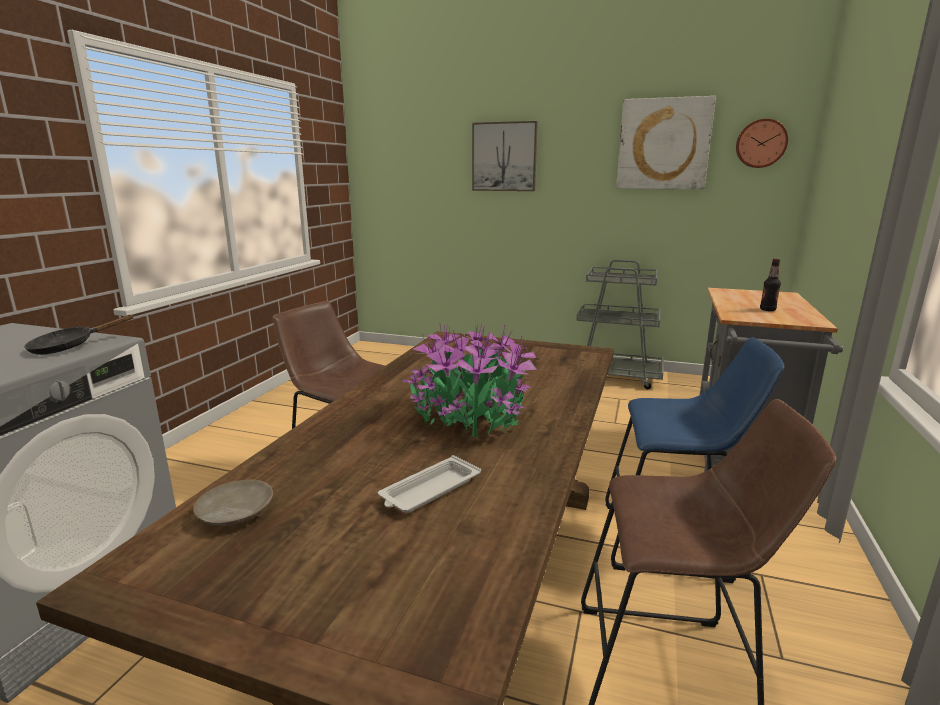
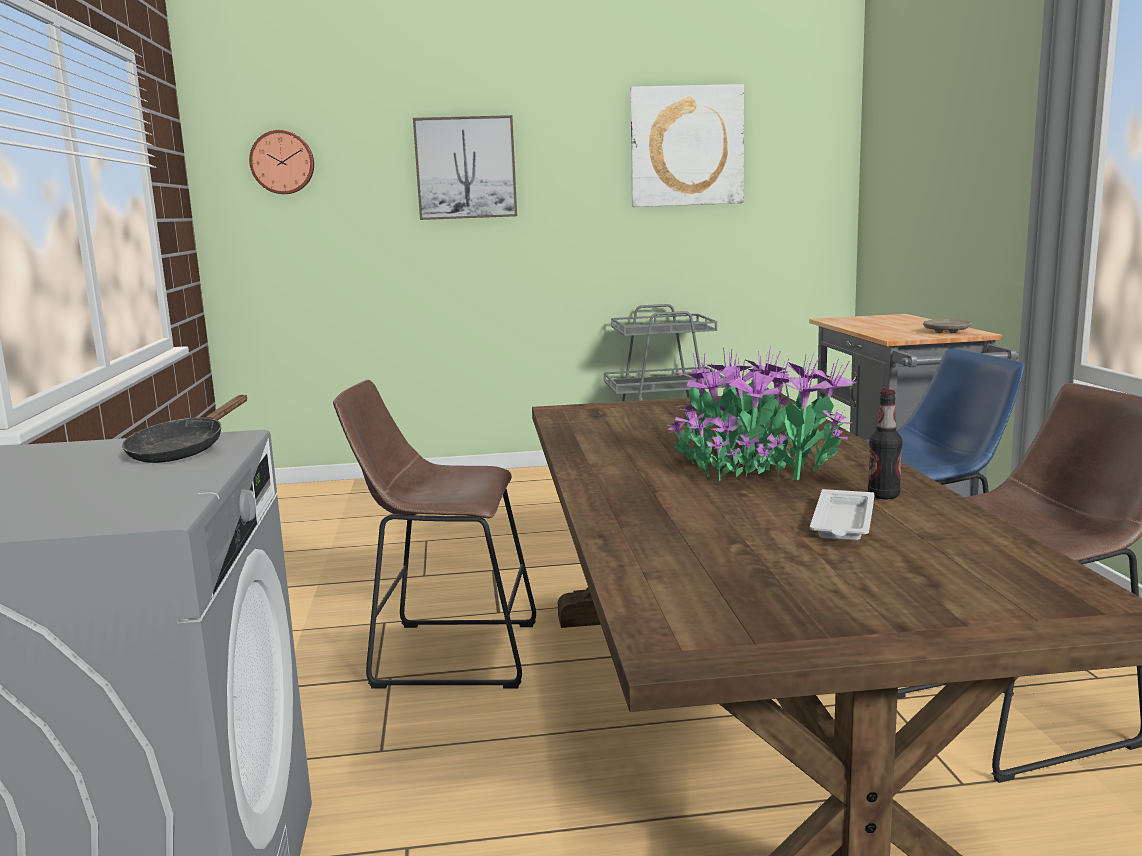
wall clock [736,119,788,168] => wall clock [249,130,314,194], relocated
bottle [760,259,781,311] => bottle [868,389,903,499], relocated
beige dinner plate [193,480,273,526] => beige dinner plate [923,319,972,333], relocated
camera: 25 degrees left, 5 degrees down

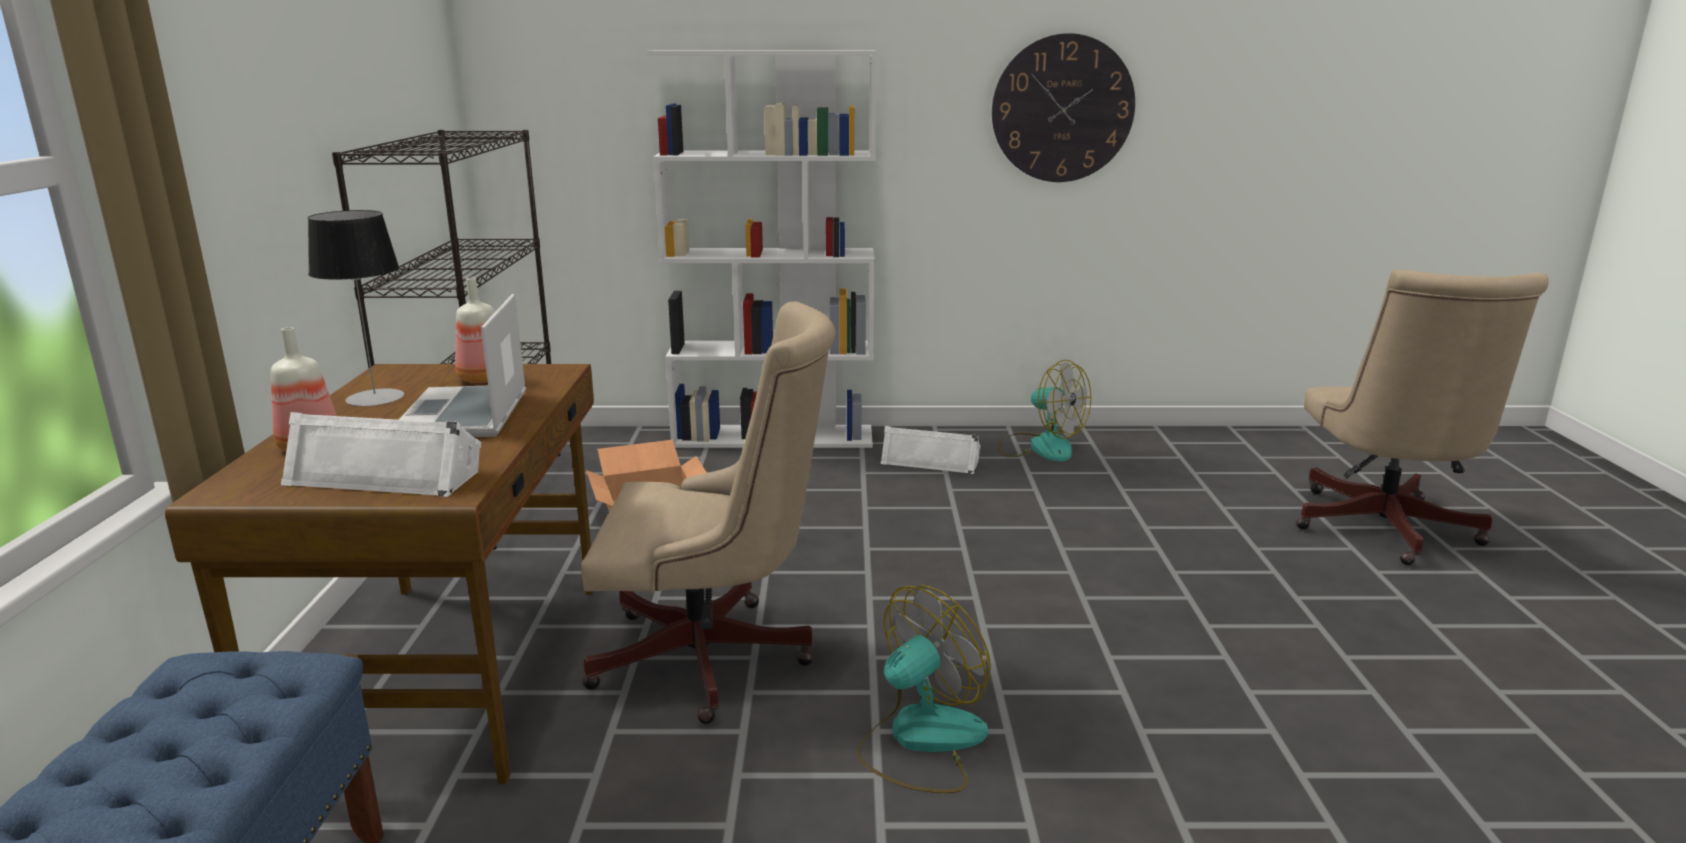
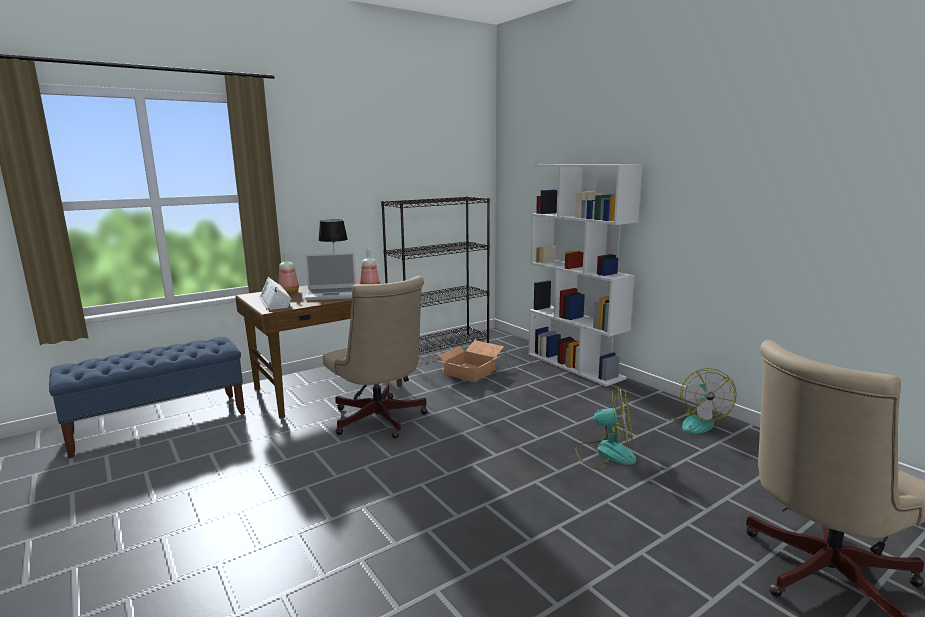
laptop [399,294,526,437] => laptop [305,253,356,301], 150 degrees counterclockwise
cooling fan [857,585,991,793] => cooling fan [576,387,636,470], relocated
white audio speaker [881,426,980,474] => nothing
wall clock [992,33,1135,182] => nothing
camera: 55 degrees right, 5 degrees down

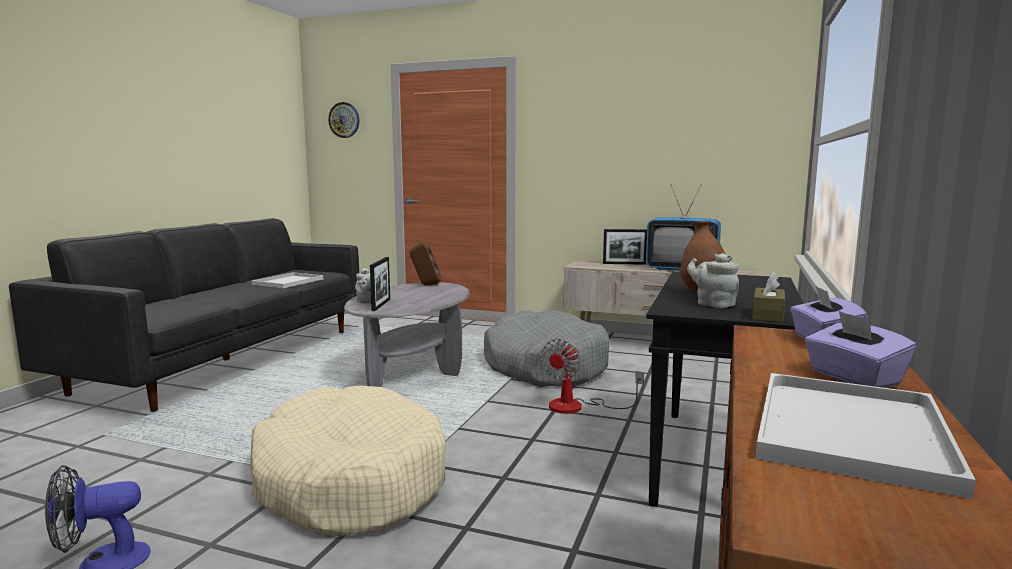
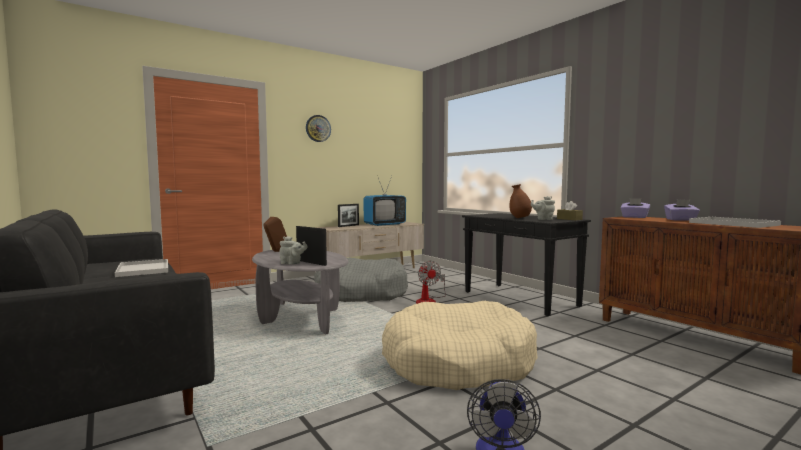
wall clock [328,102,359,138] => wall clock [306,115,331,142], relocated
camera: 55 degrees left, 5 degrees down

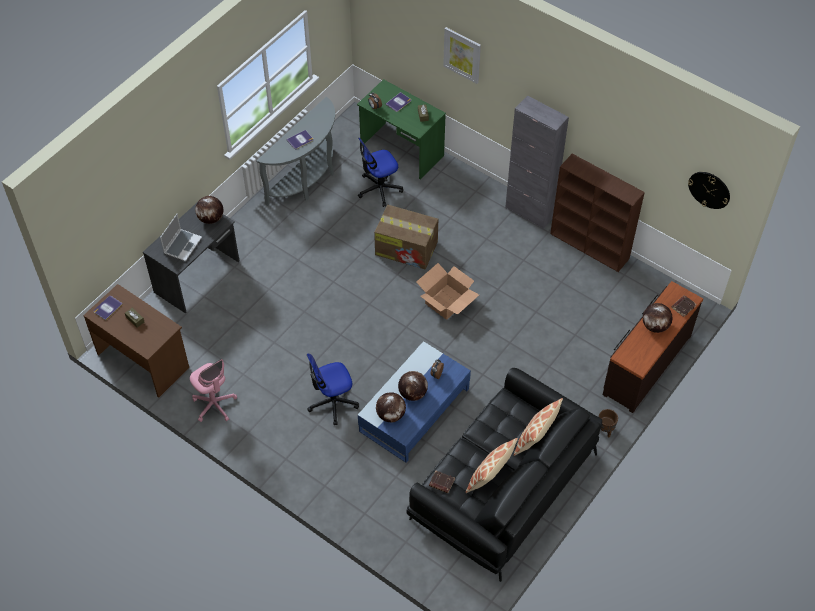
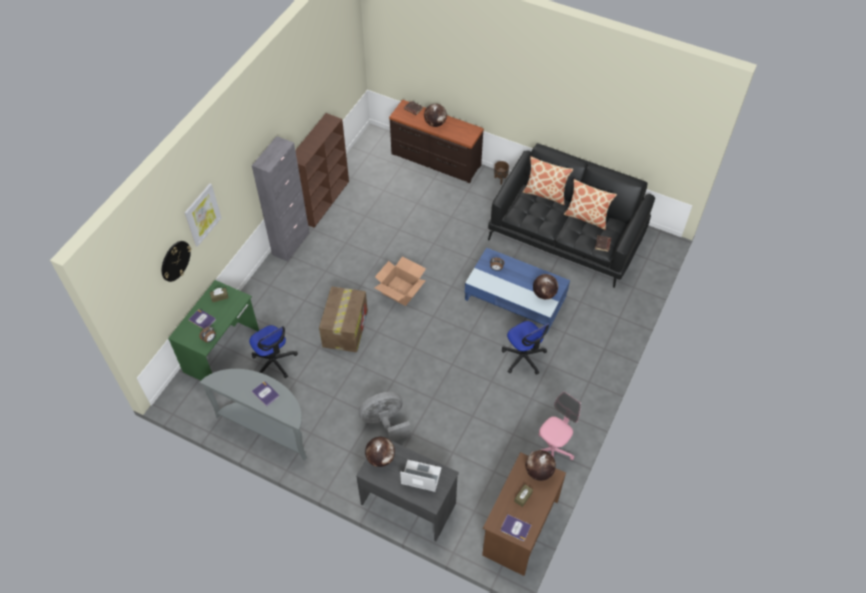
wall clock [688,172,730,209] => wall clock [162,241,191,282], relocated
nothing => grey cooling fan [359,392,411,441]
desk globe [398,371,428,401] => desk globe [526,450,556,481], relocated
camera: 100 degrees left, 0 degrees up

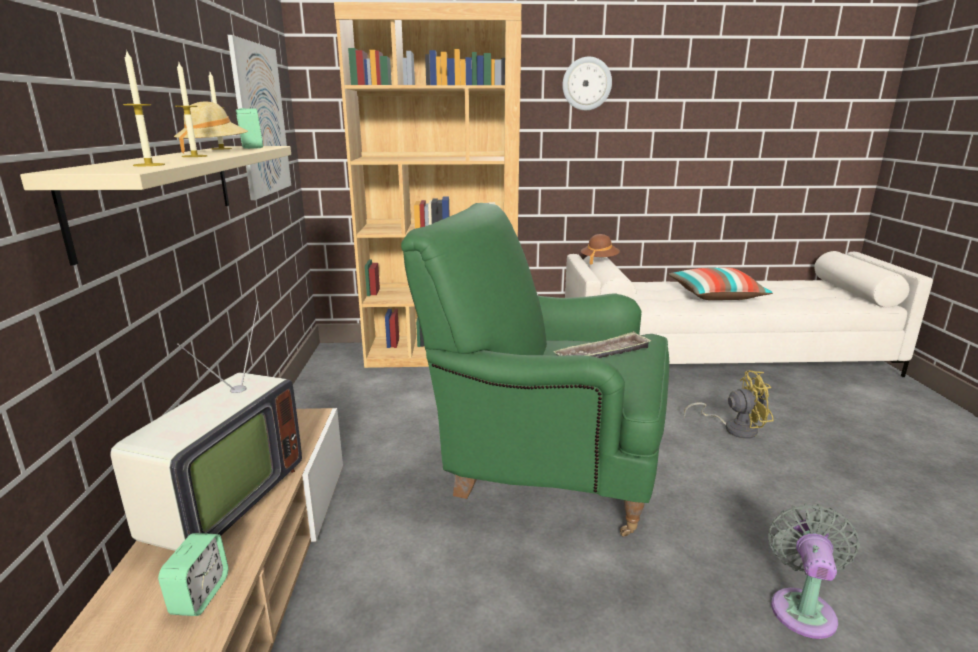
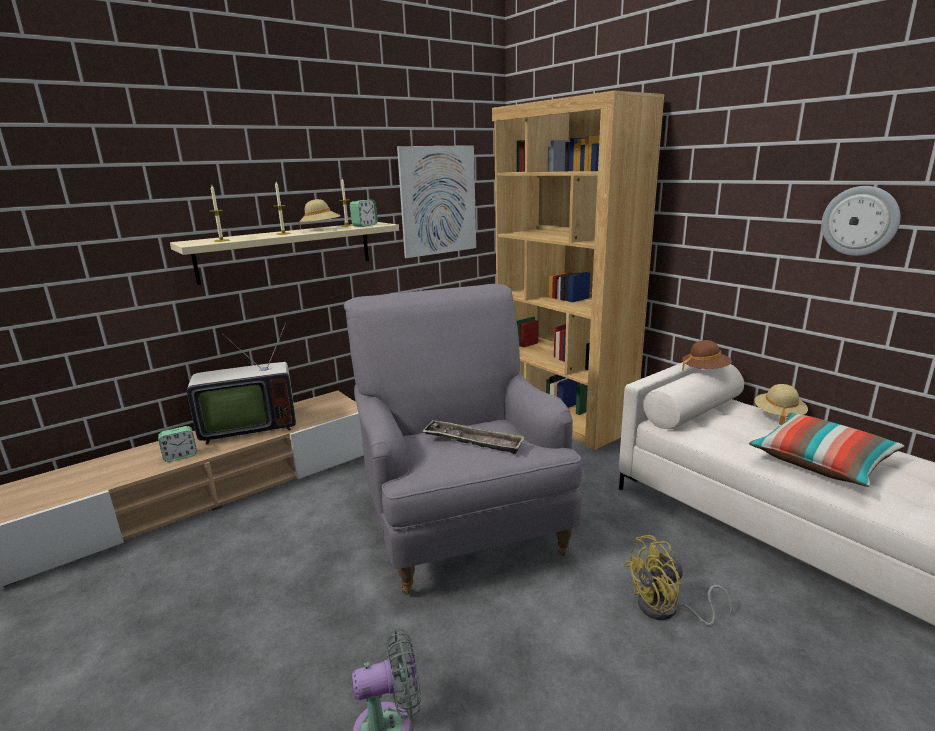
green armchair [401,203,669,537] => grey armchair [344,284,582,594]
yellow cooling fan [684,370,774,439] => yellow cooling fan [623,535,732,626], 105 degrees clockwise
nothing => beige clothing hat [754,384,808,425]
wall clock [563,57,612,111] => wall clock [821,186,901,256], relocated
camera: 55 degrees right, 0 degrees up

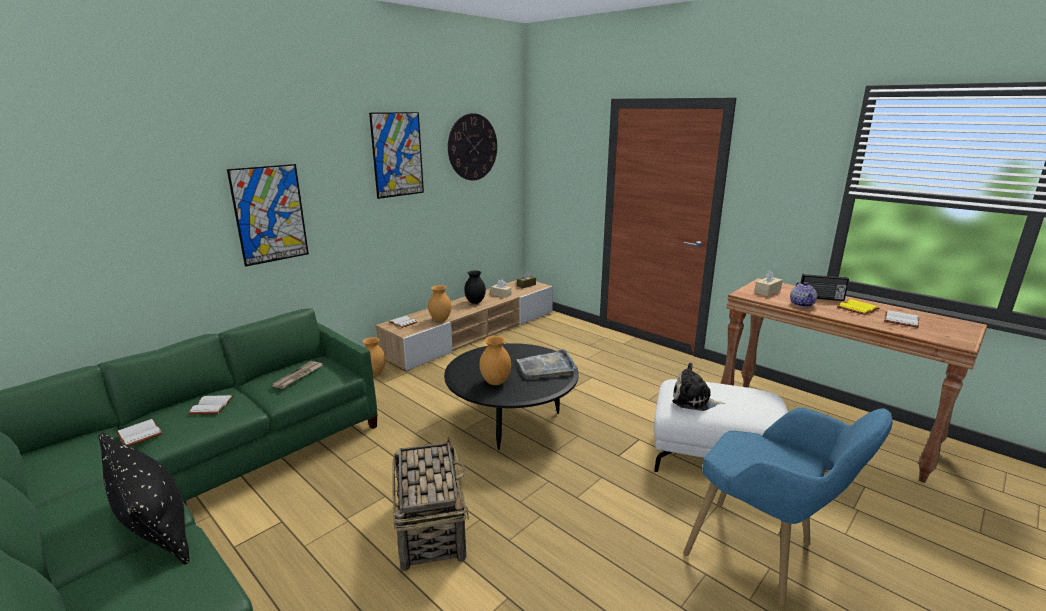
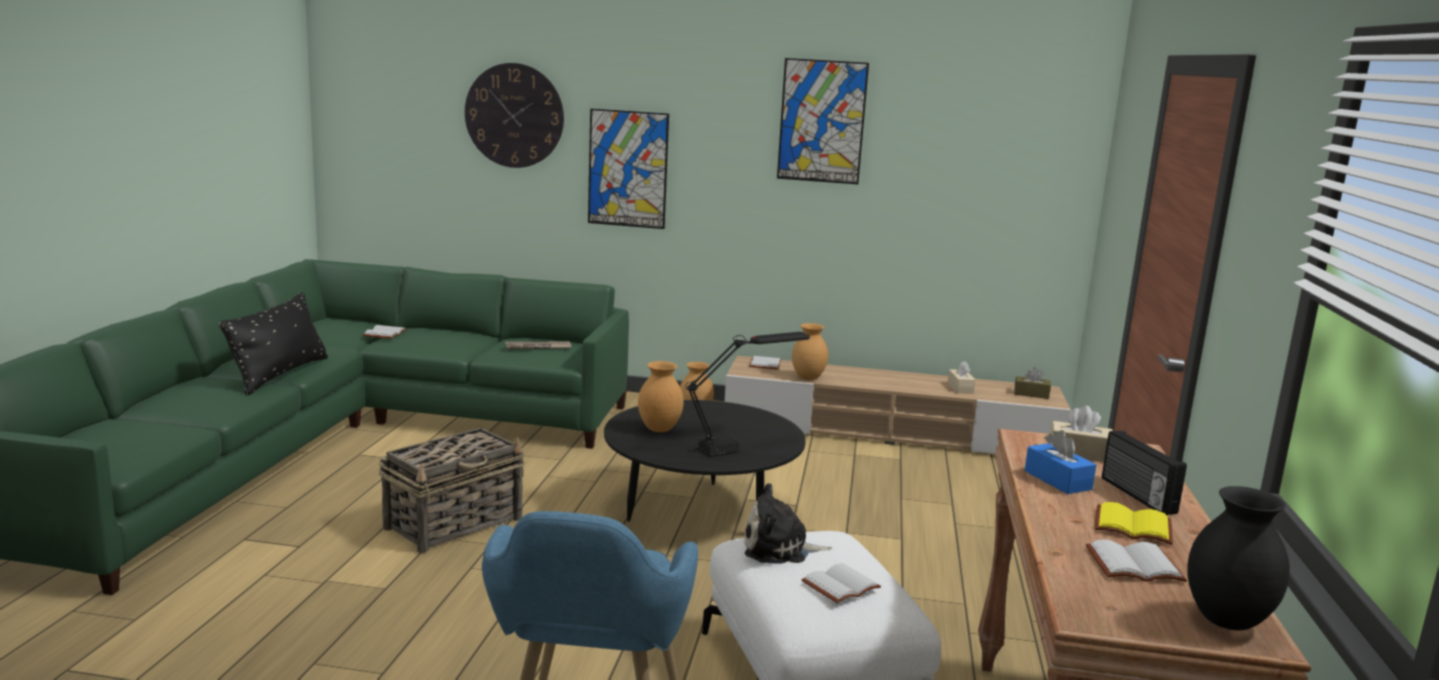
wall clock [448,113,497,180] => wall clock [465,63,564,168], relocated
grey serving tray [516,349,577,378] => blackish lamp for a table [686,332,810,457]
plush toy [672,363,725,411] => plush toy [744,483,833,564], 75 degrees counterclockwise
white volume [188,395,234,414] => white volume [802,563,881,603], relocated
pot for tea [790,282,817,307] => blue tissue holder [1024,430,1096,494]
blackish decorative vase [464,270,486,304] => blackish decorative vase [1187,486,1290,630], relocated
camera: 55 degrees right, 5 degrees down

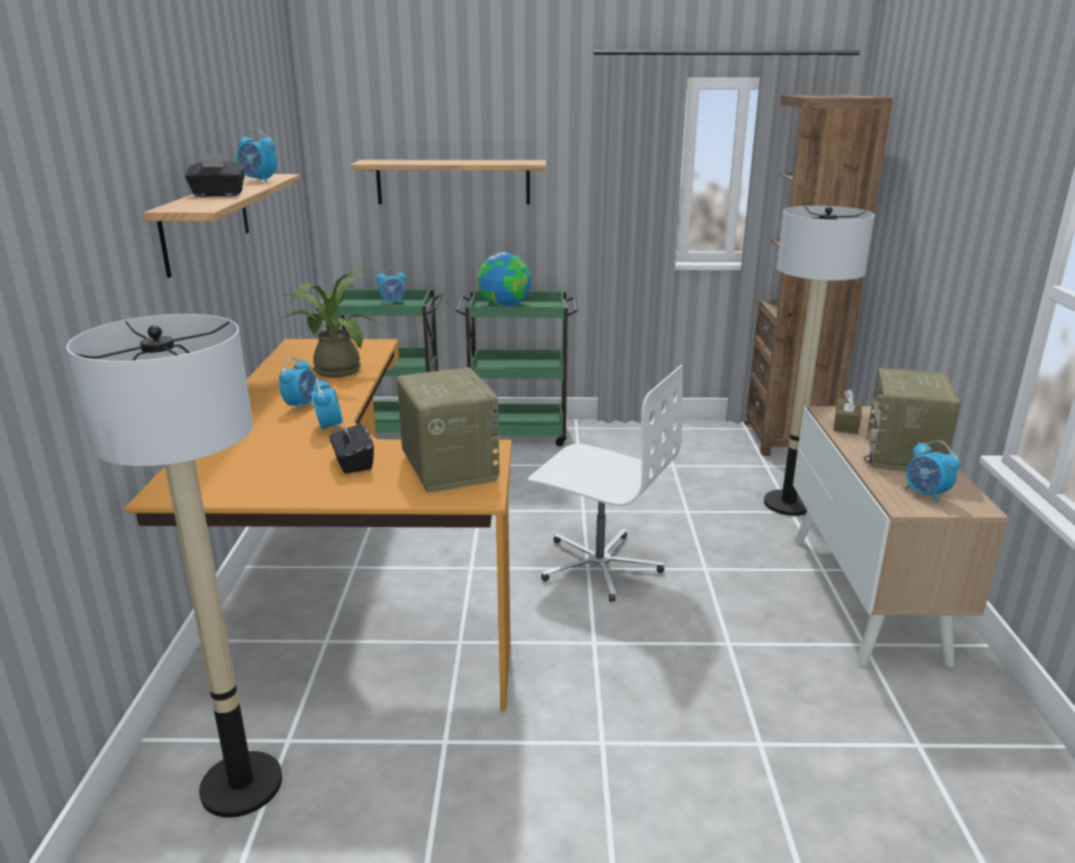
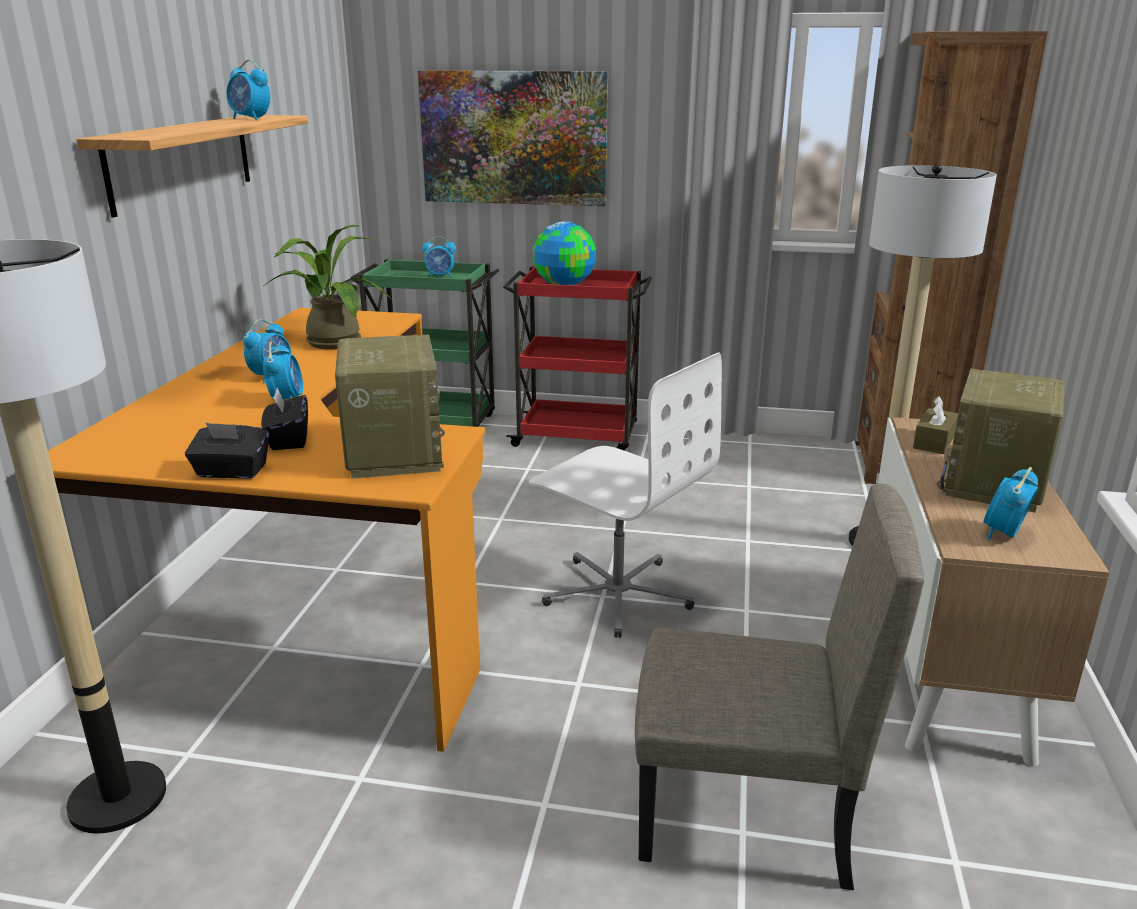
blackish tissue holder [185,153,244,197] => blackish tissue holder [185,423,269,479], relocated
bracket shelf [350,160,546,204] => wall art [418,70,608,206]
green trolley [456,290,578,446] => reddish trolley [503,266,652,451]
nothing => beige chair [635,483,924,890]
bedside clock [905,440,960,503] => bedside clock [984,467,1038,540], 60 degrees clockwise
camera: 10 degrees right, 0 degrees up

